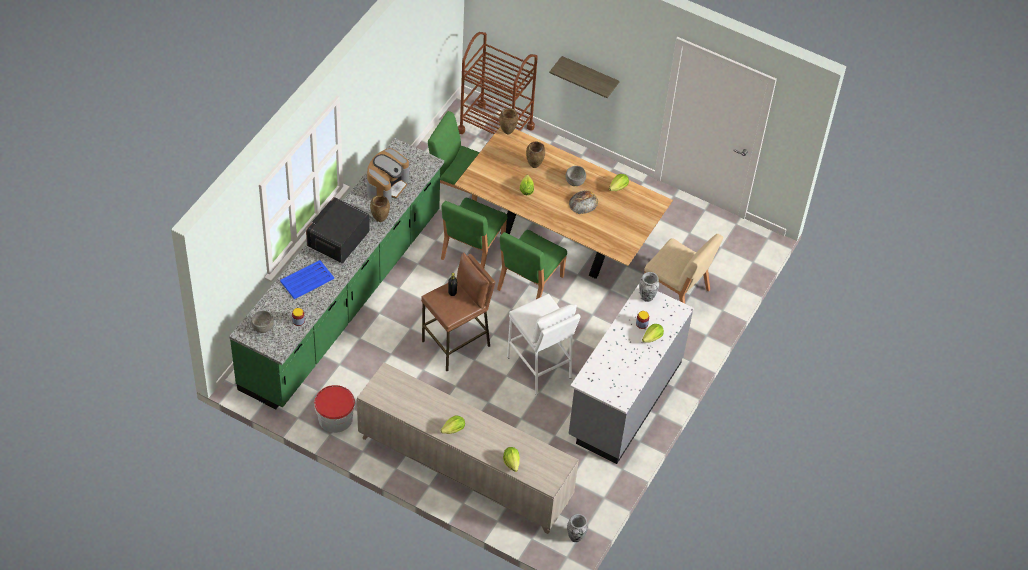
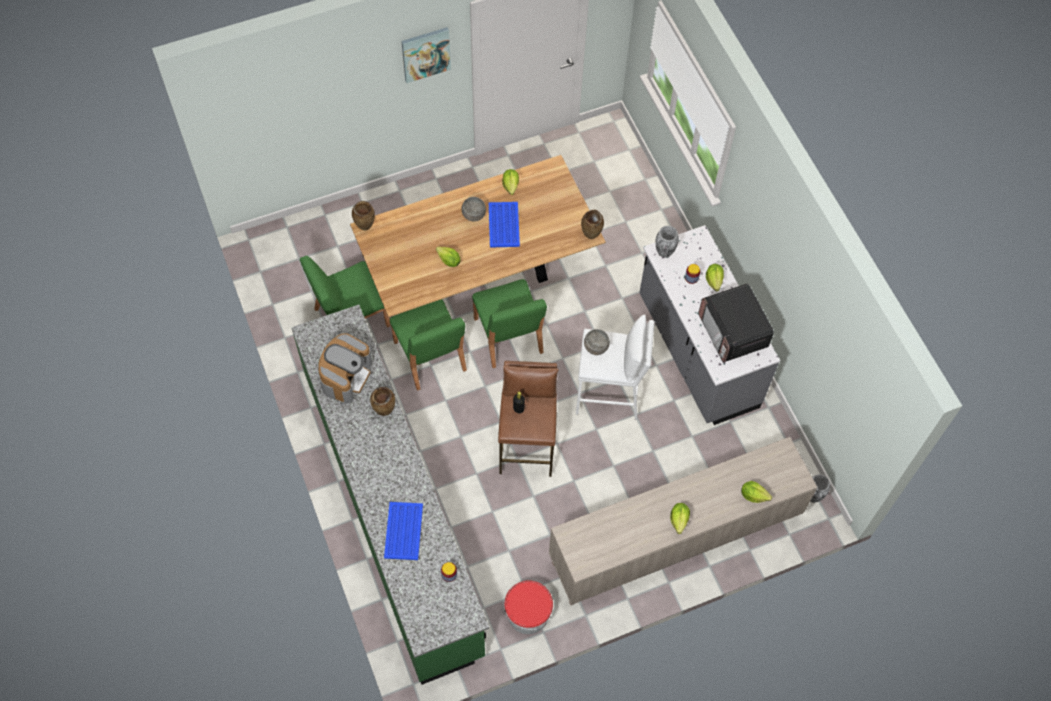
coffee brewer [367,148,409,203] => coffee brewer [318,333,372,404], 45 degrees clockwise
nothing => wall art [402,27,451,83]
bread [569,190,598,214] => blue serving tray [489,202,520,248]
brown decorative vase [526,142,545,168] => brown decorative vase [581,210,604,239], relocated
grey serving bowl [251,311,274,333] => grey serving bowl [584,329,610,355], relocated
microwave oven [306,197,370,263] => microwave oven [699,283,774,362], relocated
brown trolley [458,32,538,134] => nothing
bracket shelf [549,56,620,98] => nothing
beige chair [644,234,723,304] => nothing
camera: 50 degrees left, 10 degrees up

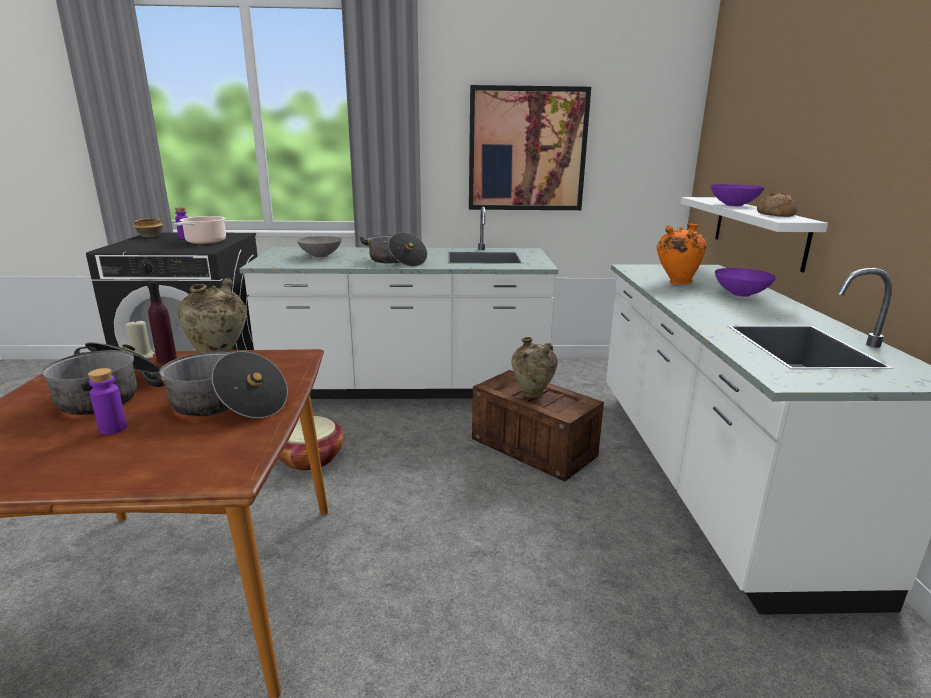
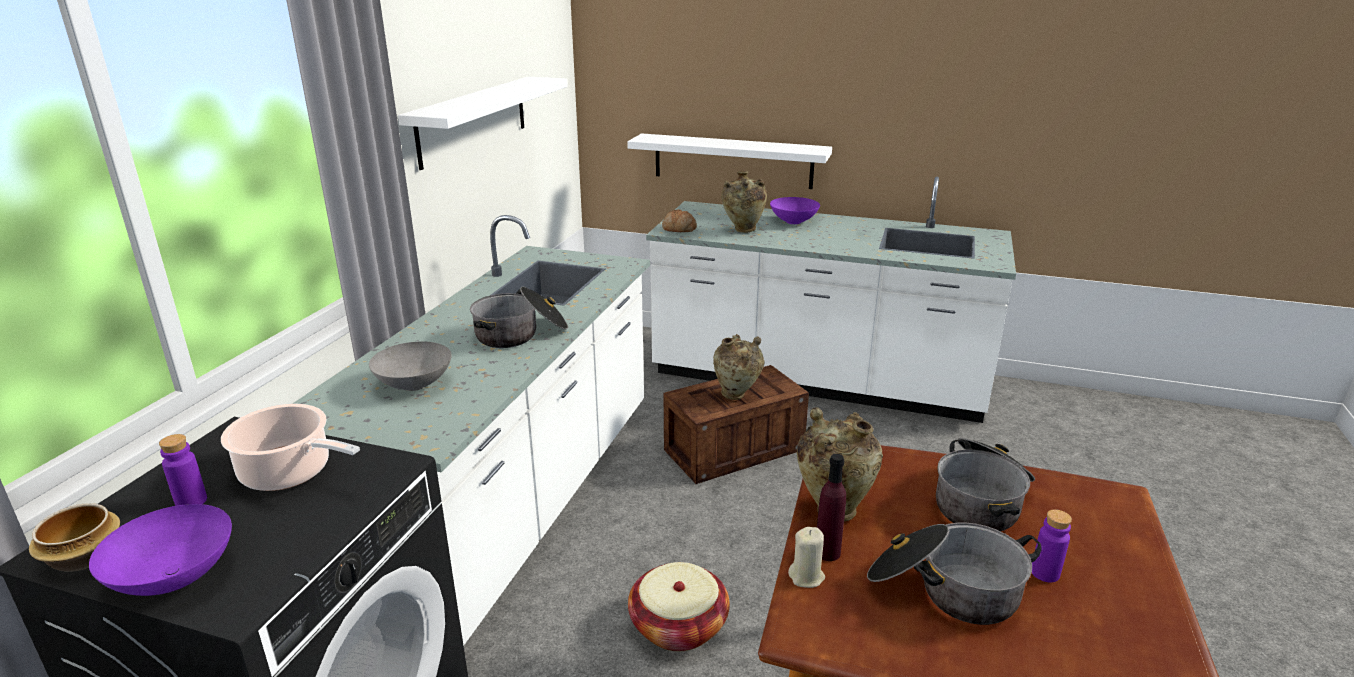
purple-coloured serving bowl [710,184,765,206] => purple-coloured serving bowl [89,504,232,596], relocated
wall art [469,85,591,210] => white bracket shelf [398,77,568,170]
bread [757,193,797,217] => bread [662,209,697,232], relocated
orangey decorative vase [657,223,707,285] => beige decorative vase [721,171,767,233]
camera: 70 degrees left, 5 degrees up

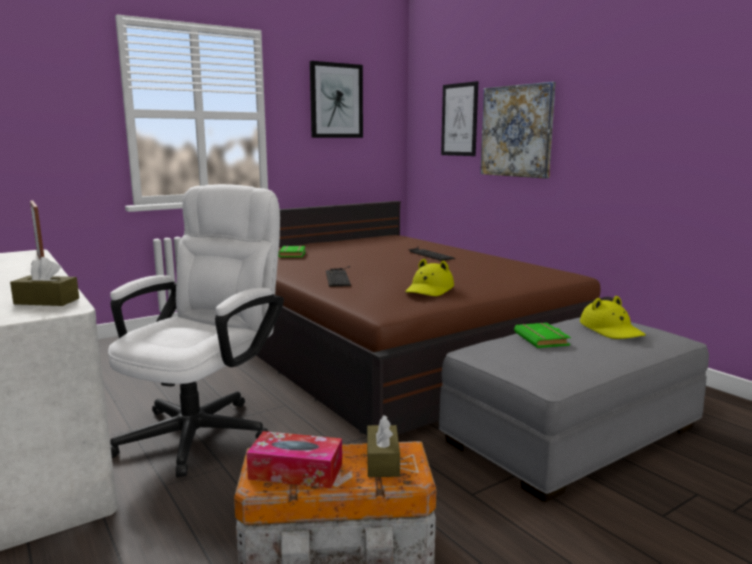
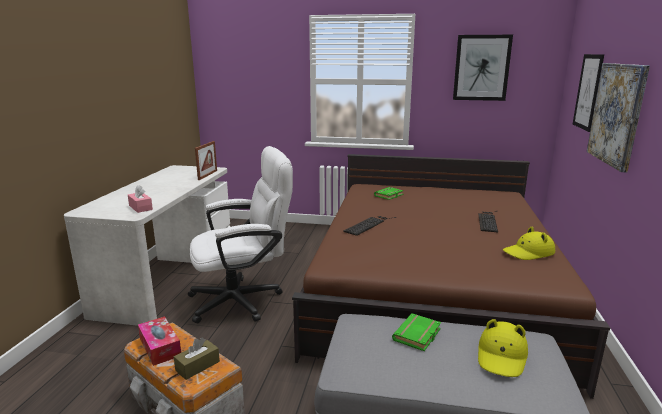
brown tissue holder [10,257,79,306] => pinkish tissue holder [128,185,153,213]
yellow clothing hat [405,259,454,296] => yellow clothing hat [503,227,555,260], relocated
camera: 45 degrees right, 5 degrees up

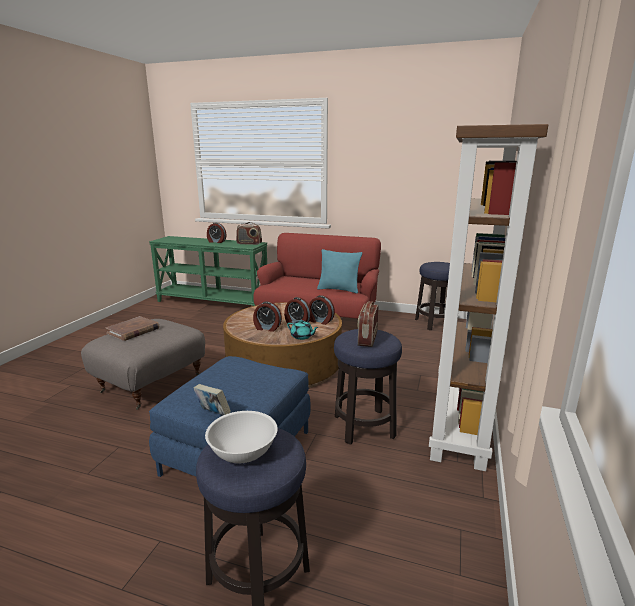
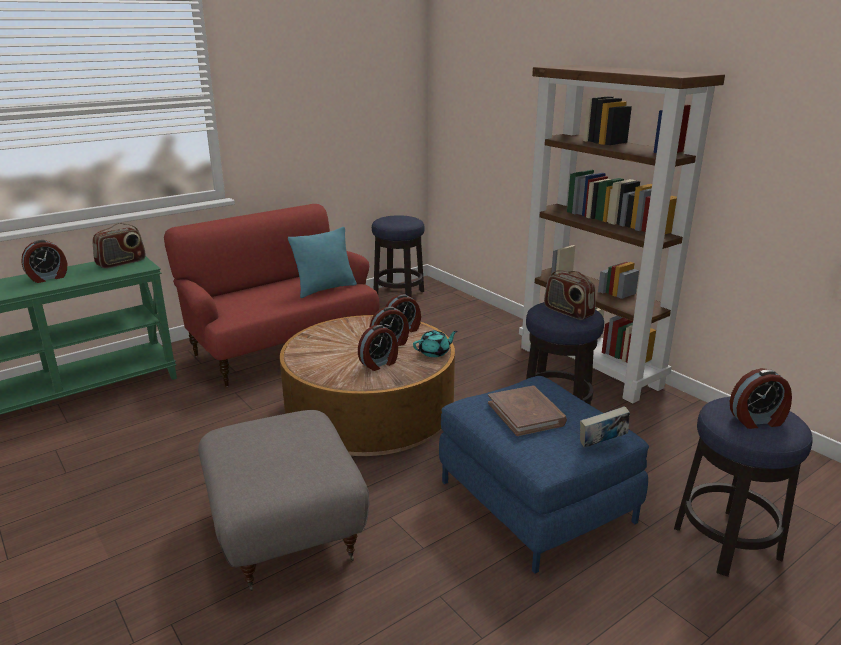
brown volume [105,316,159,341] => brown volume [488,386,567,436], relocated
white serving bowl [205,411,278,463] => bedside clock [730,368,792,429]
camera: 55 degrees left, 5 degrees up

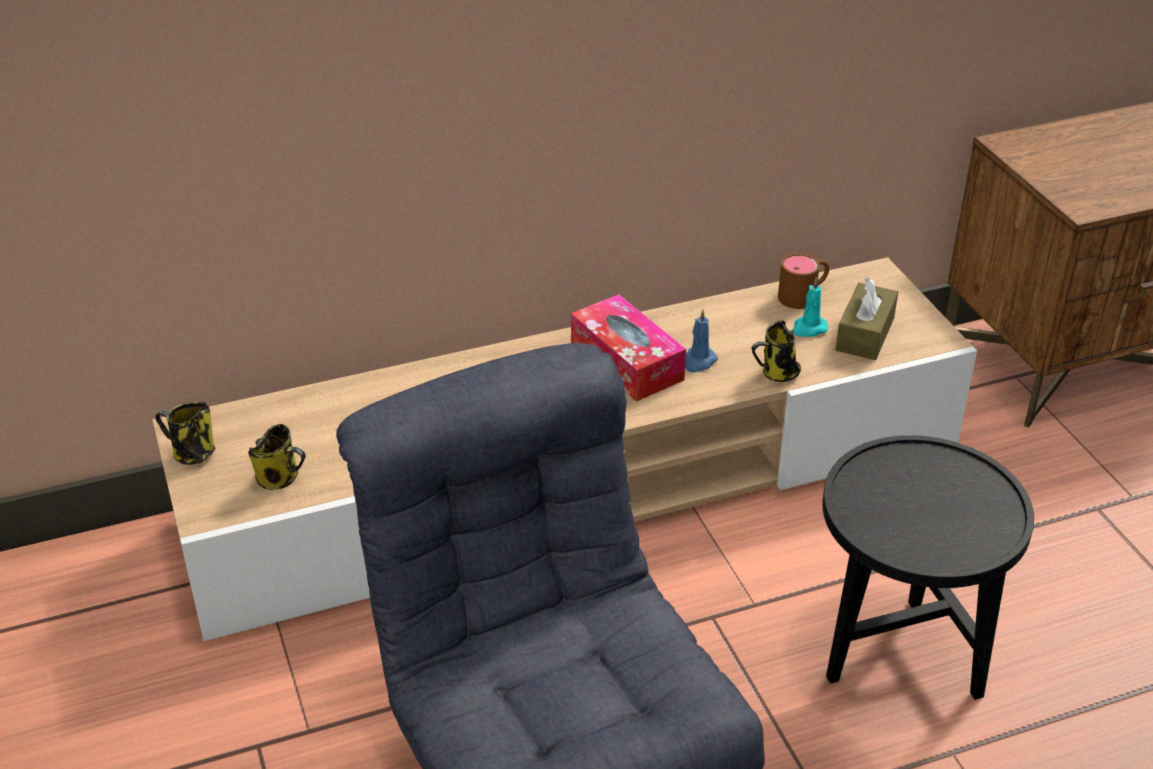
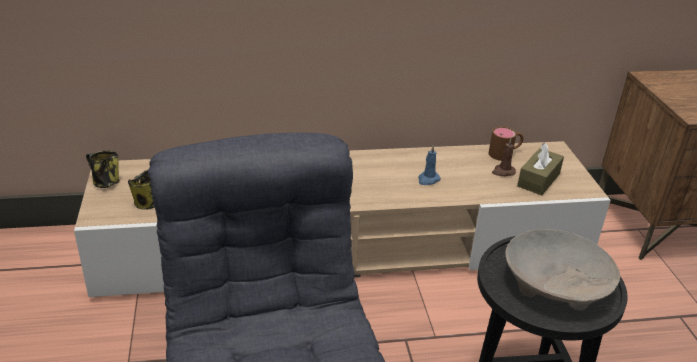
turquoise candle [792,277,828,337] => brown candle [492,138,516,176]
nothing => beige serving bowl [505,229,620,311]
tissue holder [571,294,686,402] => nothing
coffee mug [751,321,801,382] => nothing
camera: 10 degrees right, 5 degrees down

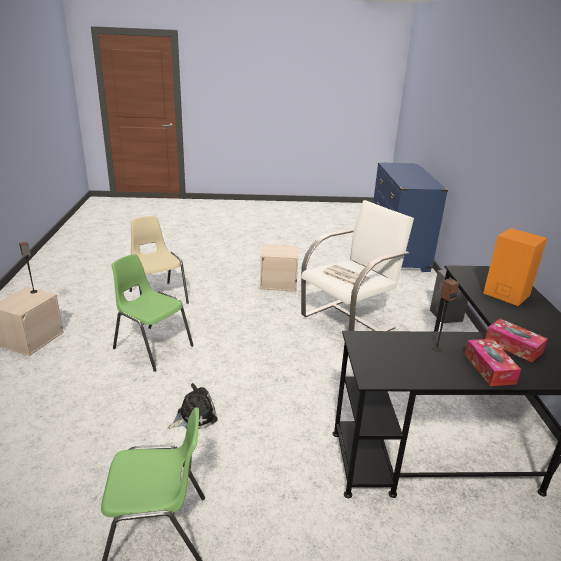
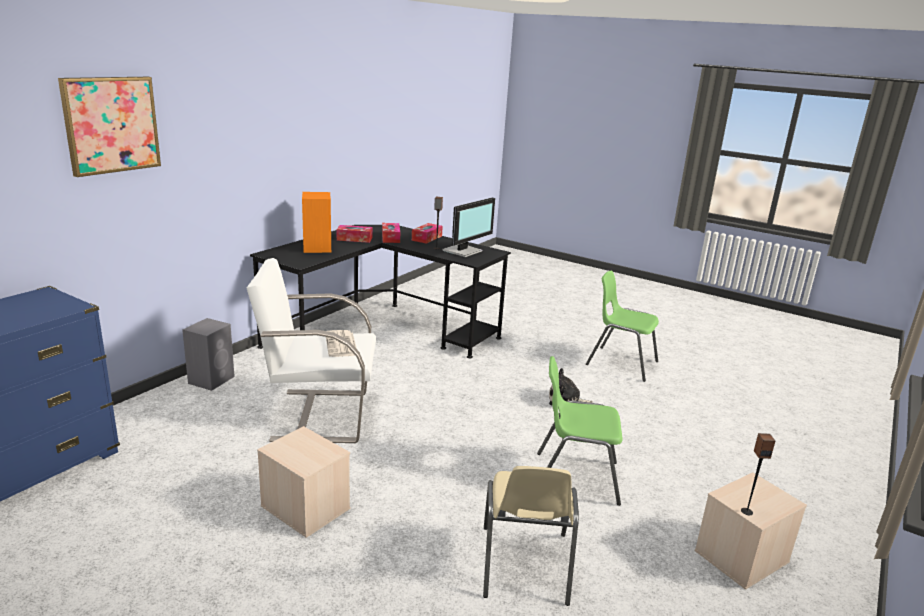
nothing => wall art [58,77,161,177]
nothing => tissue holder [337,225,373,243]
nothing => computer screen [442,198,495,257]
green chair [111,254,194,372] => green chair [537,356,622,506], 120 degrees clockwise
camera: 145 degrees left, 5 degrees down

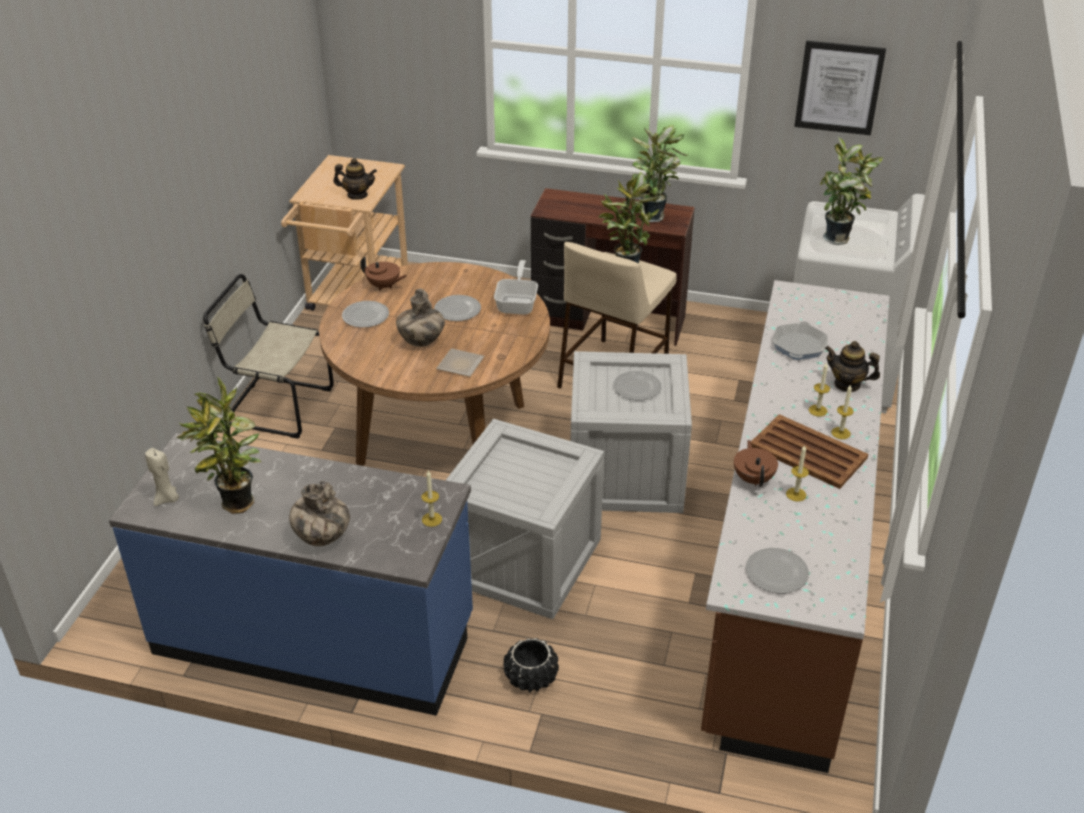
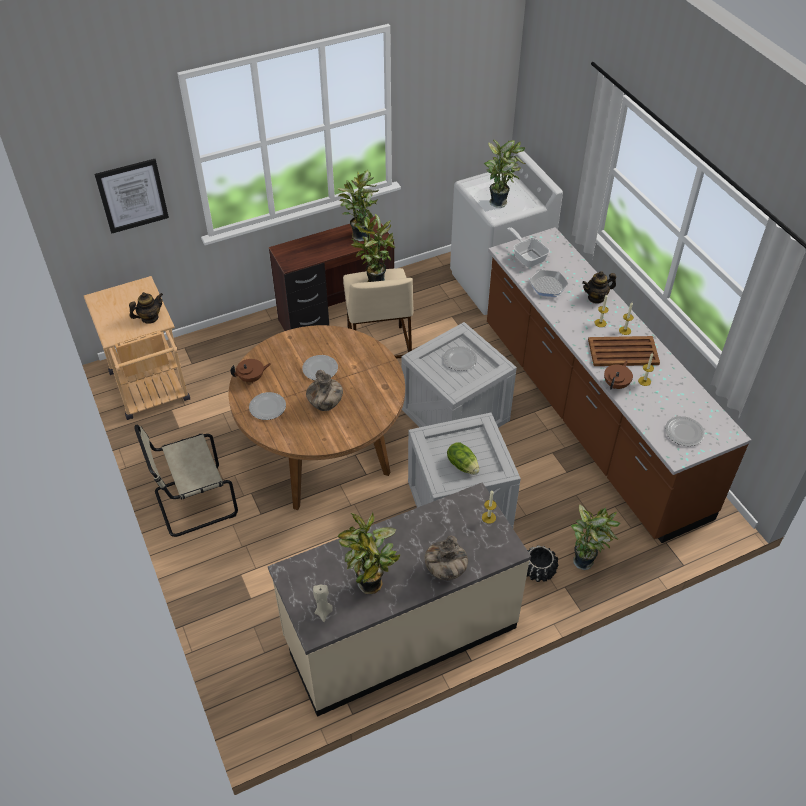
wall art [794,40,886,135] => wall art [95,159,169,234], relocated
blue kitchen base unit [109,433,473,716] => beige kitchen base unit [268,483,531,717]
nothing => lettuce head [447,443,480,475]
pan [494,260,538,315] => pan [507,227,550,267], relocated
nothing => potted plant [571,504,620,570]
brown pot for tea [734,440,778,487] => brown pot for tea [604,361,633,390], 75 degrees clockwise
dinner plate [436,348,484,377] => nothing
camera: 40 degrees left, 10 degrees up

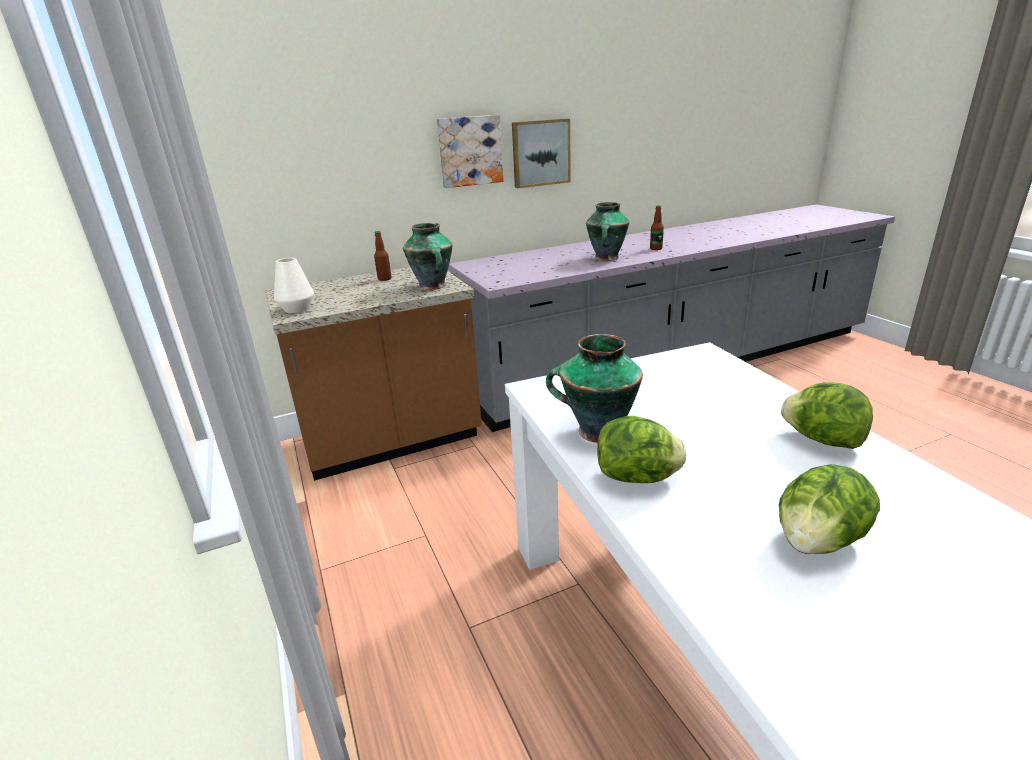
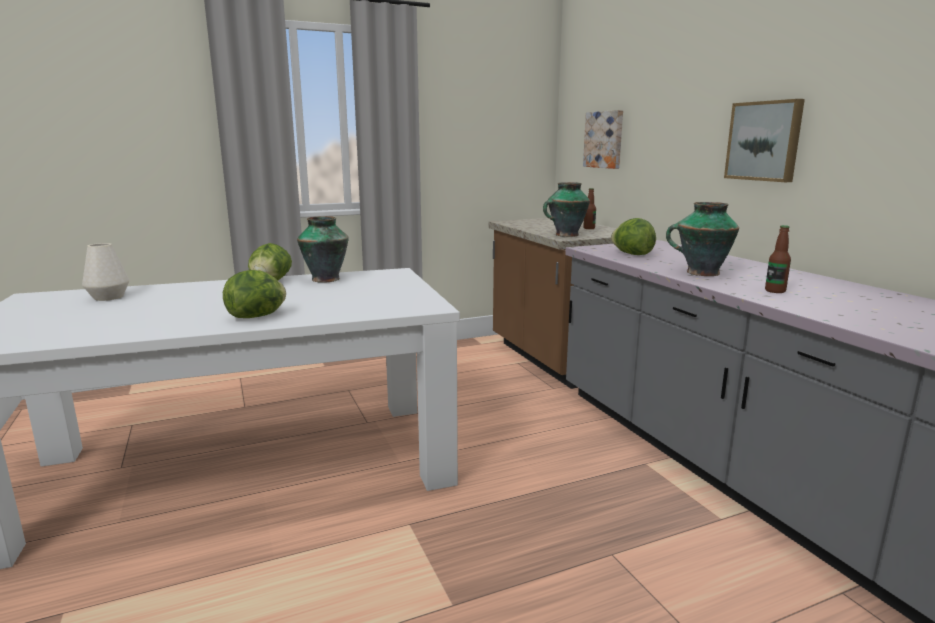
white decorative vase [274,258,314,313] => white decorative vase [82,243,129,301], relocated
wall art [437,115,504,188] => wall art [583,110,623,169], relocated
lettuce head [779,464,880,554] => lettuce head [611,218,656,255], relocated
camera: 90 degrees right, 10 degrees down

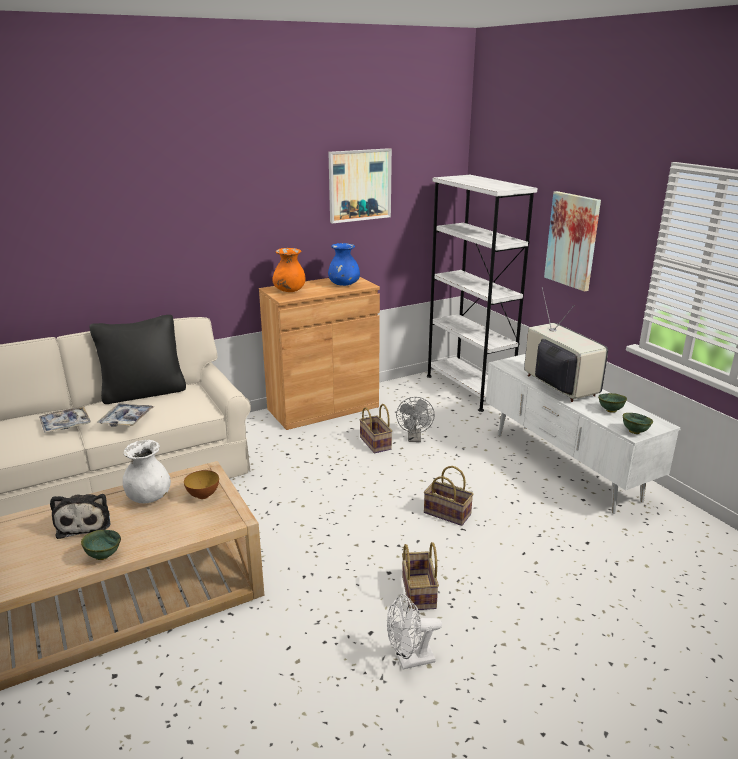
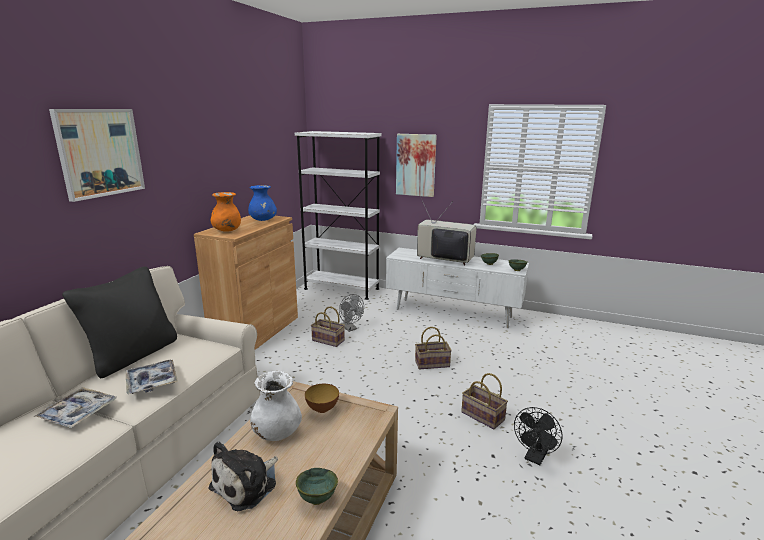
wall art [328,148,392,224] => wall art [49,109,145,202], relocated
plush toy [50,494,111,539] => plush toy [209,441,278,511], 90 degrees clockwise
white cooling fan [387,594,442,670] => blackish cooling fan [514,407,563,465]
camera: 40 degrees left, 5 degrees down

